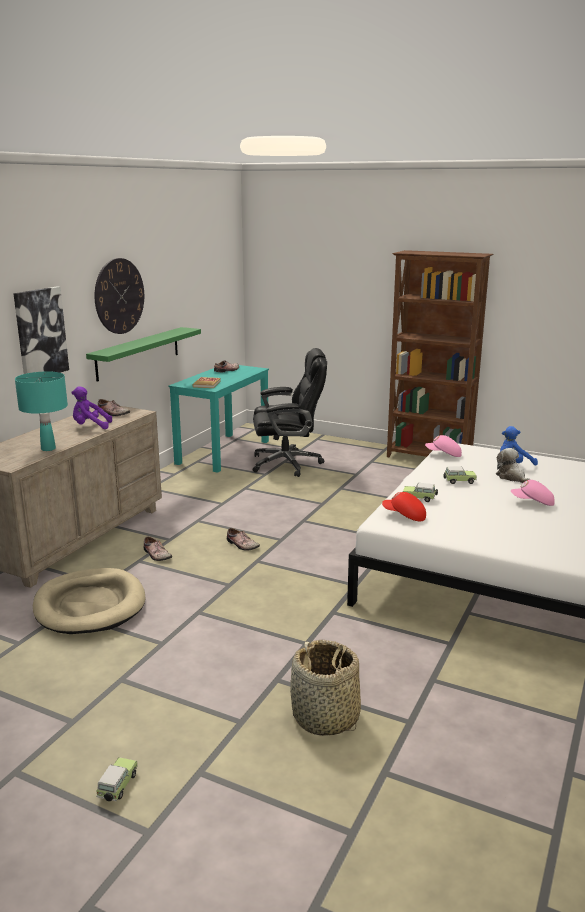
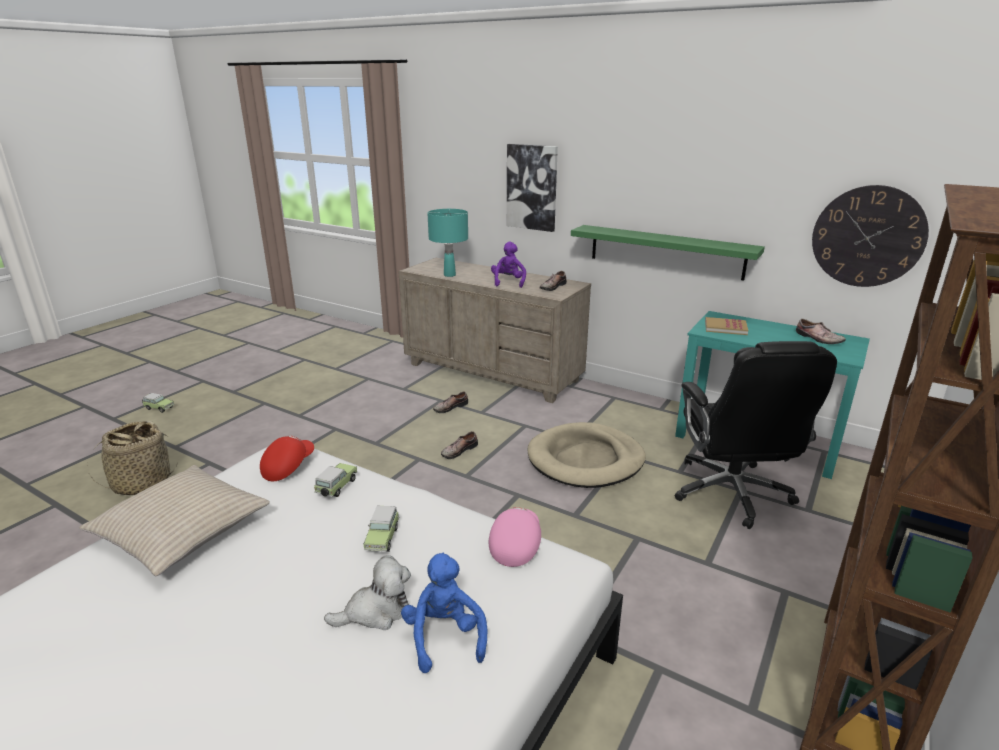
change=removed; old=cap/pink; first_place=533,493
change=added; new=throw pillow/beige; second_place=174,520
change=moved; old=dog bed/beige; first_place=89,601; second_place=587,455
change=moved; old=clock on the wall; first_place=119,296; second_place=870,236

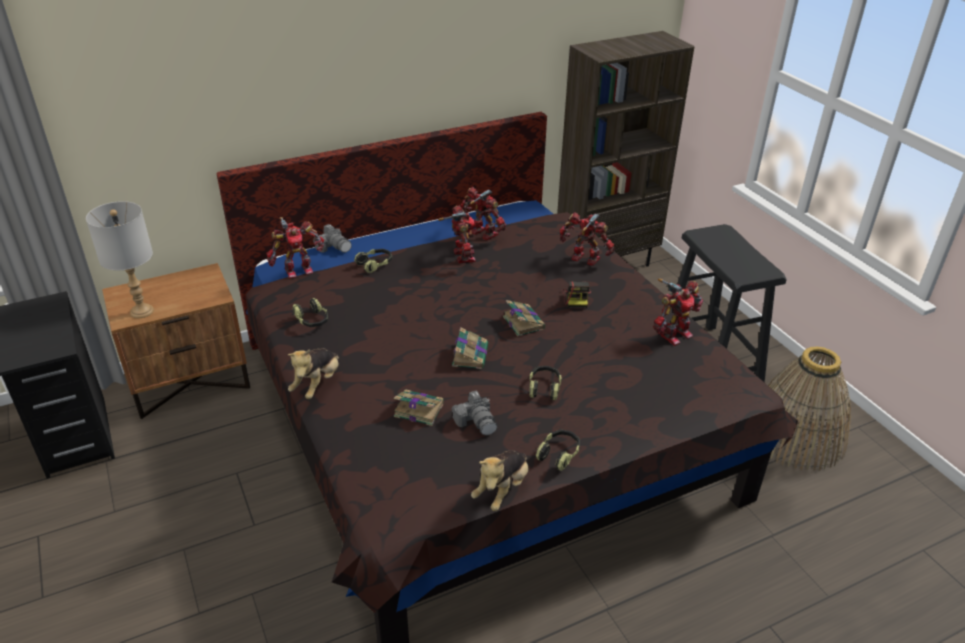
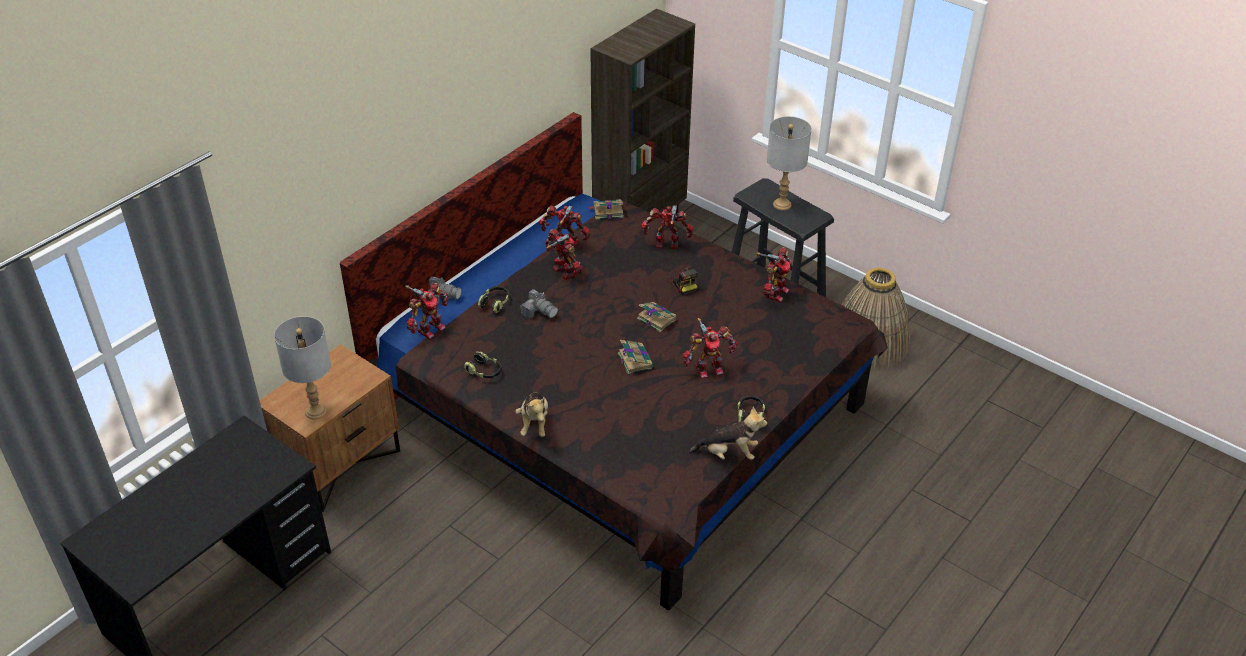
change=added; new=lamp for a table/greyish; second_place=789,163
change=moved; old=bound book; first_place=419,408; second_place=605,209
change=moved; old=photo camera; first_place=474,413; second_place=539,303
change=replaced; old=headphones; new=robot figure; first_place=545,383; second_place=710,348
change=turned; old=soft toy; first_place=500,480; second_place=727,433; degrees=-90

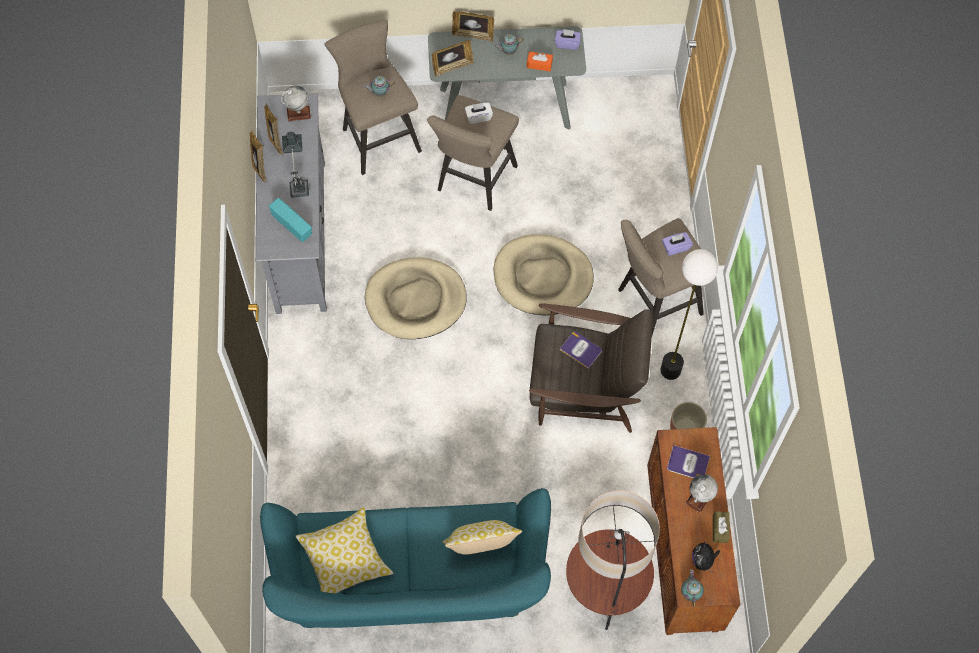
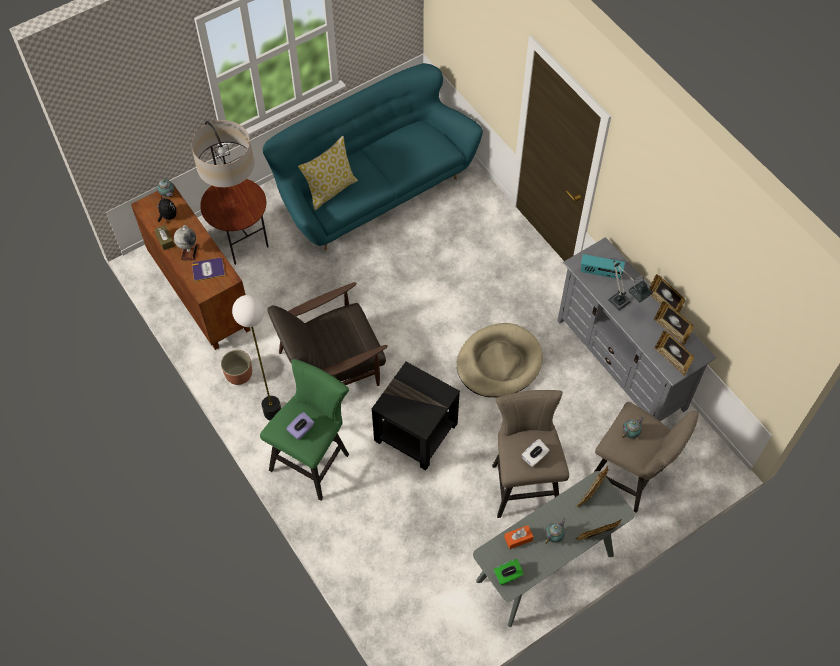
change=removed; old=throw pillow; first_place=344,550
change=removed; old=bound book; first_place=581,350
change=replaced; old=desk globe; new=picture frame; first_place=296,103; second_place=674,353
change=replaced; old=dog bed/beige; new=end table/black; first_place=544,274; second_place=415,416
change=recoloured; old=tissue box/purple-coloured; new=tissue box/green; first_place=568,39; second_place=508,572
change=recoloured; old=stool/beige; new=stool/green; first_place=661,276; second_place=304,430

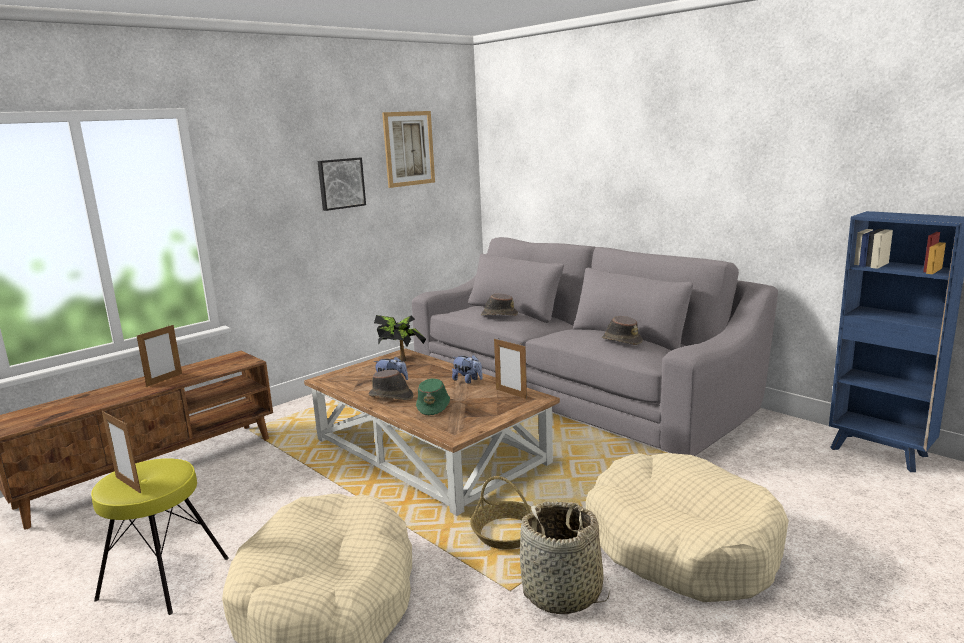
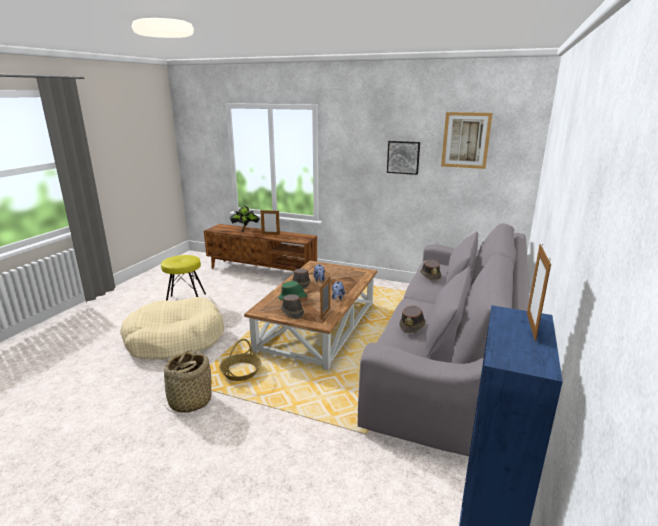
change=removed; old=dog bed/beige; first_place=687,527
change=added; new=hat/brown-coloured; second_place=292,306
change=moved; old=picture frame; first_place=121,451; second_place=539,293
change=moved; old=potted plant; first_place=400,338; second_place=245,219

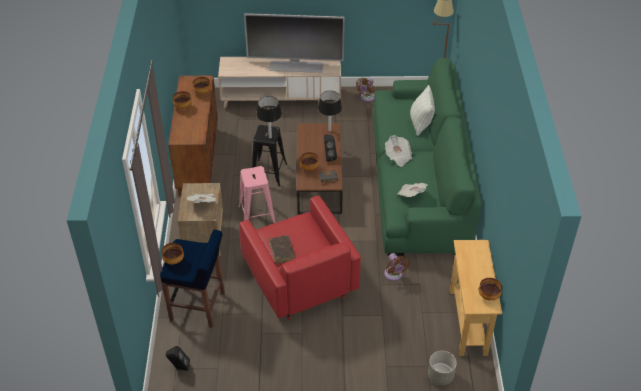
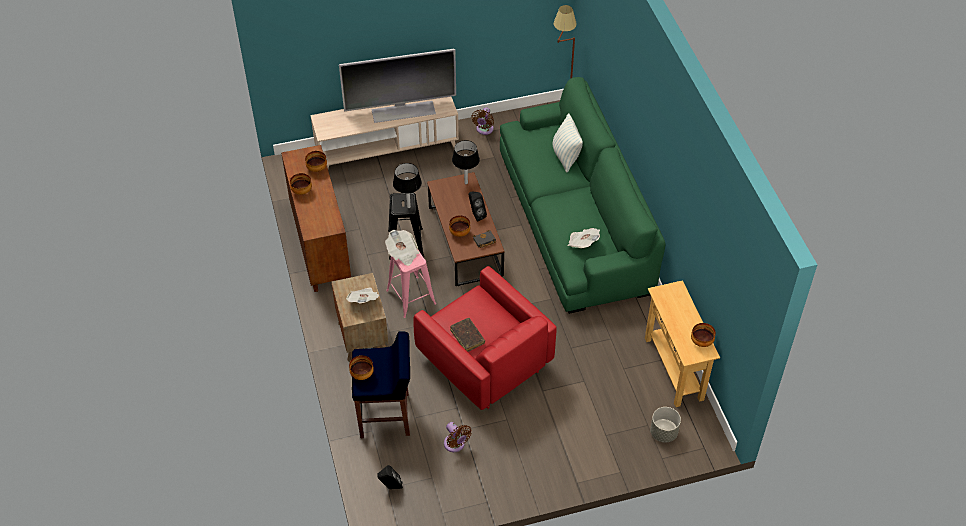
change=moved; old=cooling fan/brown-coloured; first_place=396,267; second_place=458,437
change=moved; old=printed paper; first_place=398,151; second_place=402,248

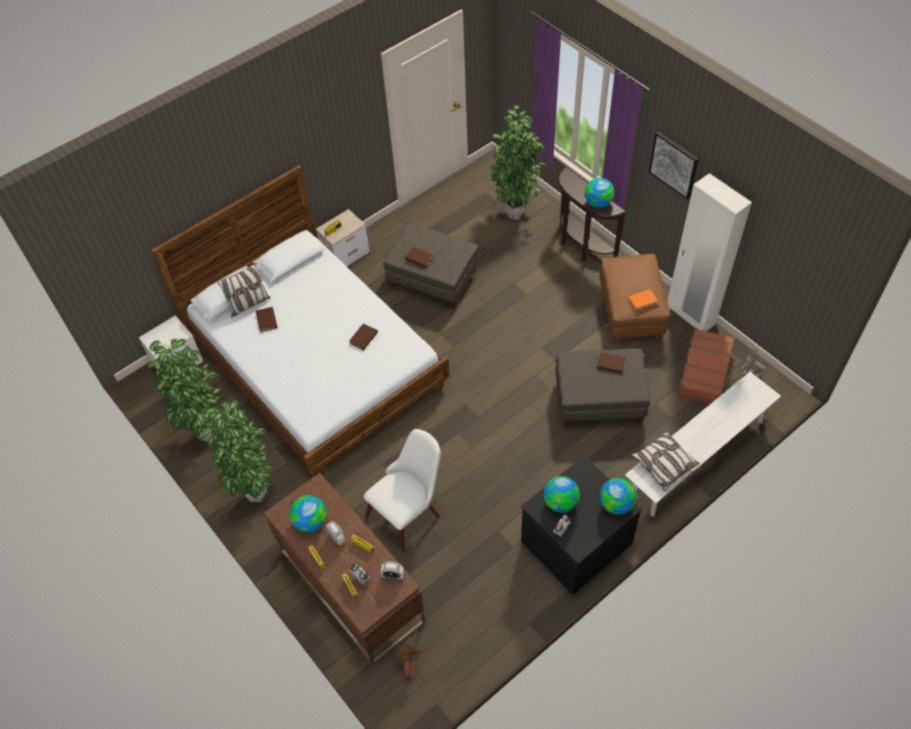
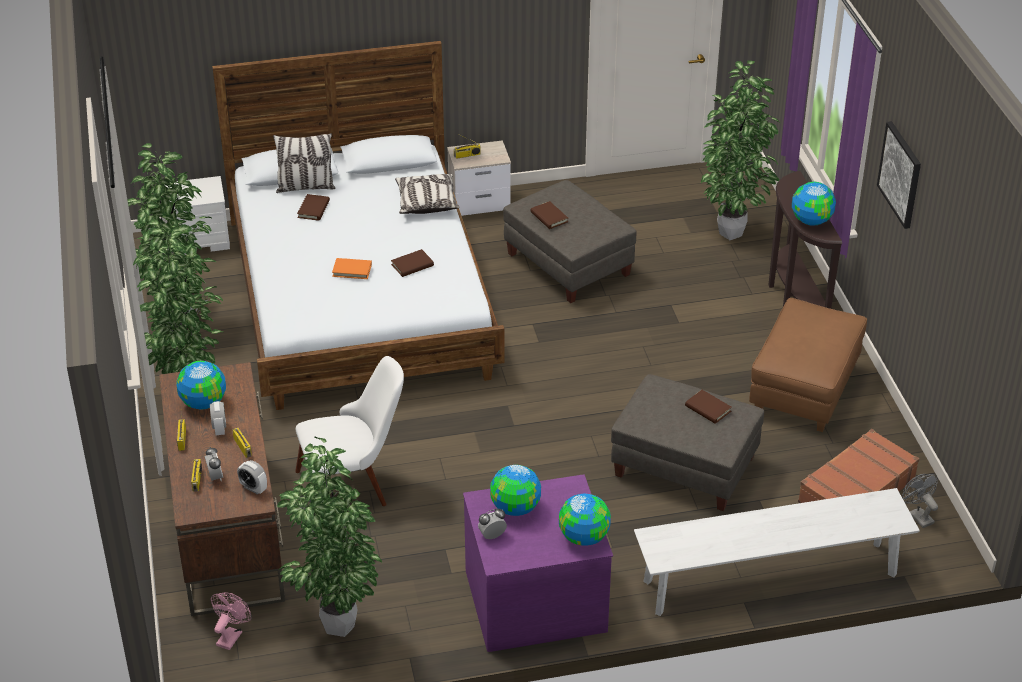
change=removed; old=wardrobe/whitish; first_place=709,252
change=added; new=potted plant; second_place=329,536
change=moved; old=bound book/orangey; first_place=642,300; second_place=352,268
change=moved; old=throw pillow; first_place=665,461; second_place=427,194
change=recoloured; old=cooling fan/brown-coloured; new=cooling fan/pink; first_place=406,662; second_place=231,621
change=recoloured; old=drawer chest/black; new=drawer chest/purple-coloured; first_place=581,525; second_place=538,563

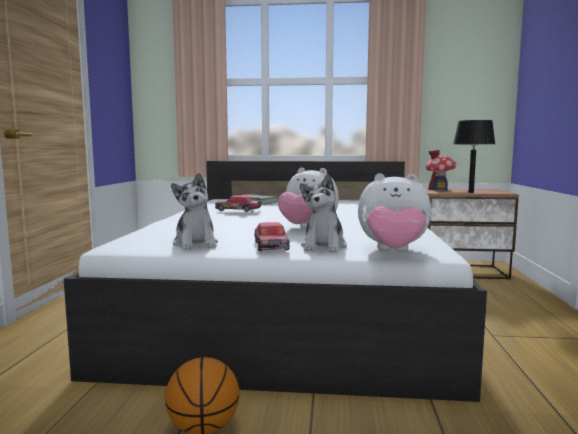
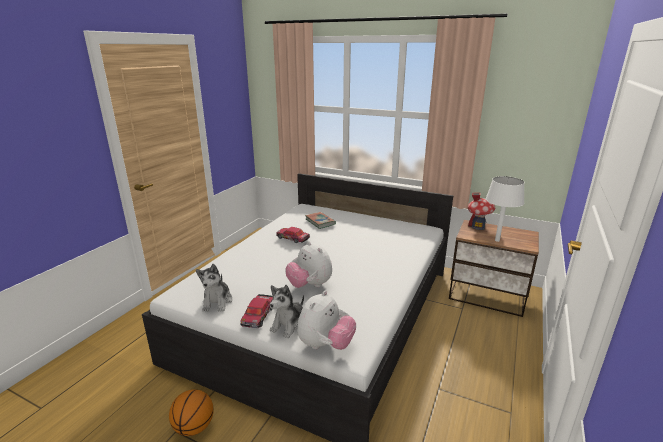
change=recoloured; old=lamp for a table/black; new=lamp for a table/whitish; first_place=474,156; second_place=505,209
change=turned; old=soft toy; first_place=394,211; second_place=326,320; degrees=-90

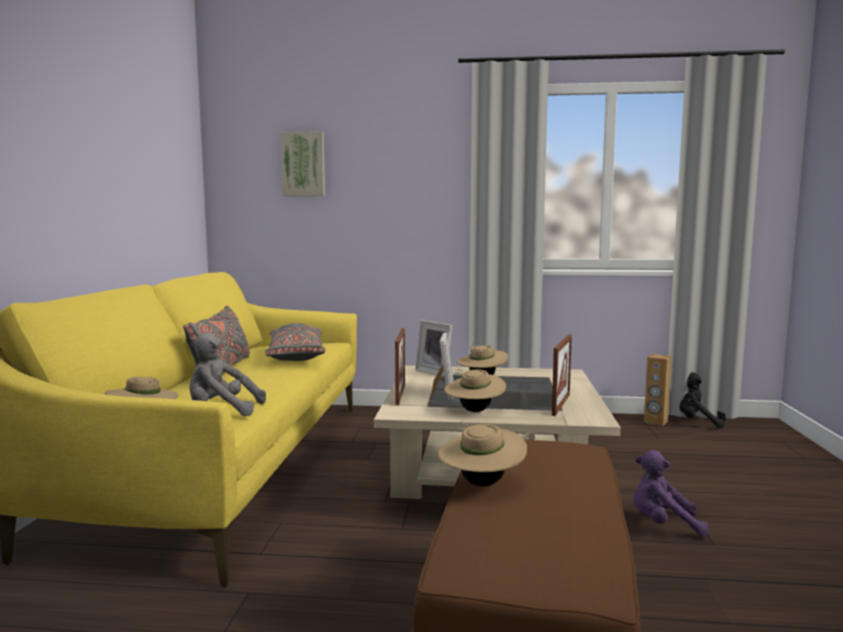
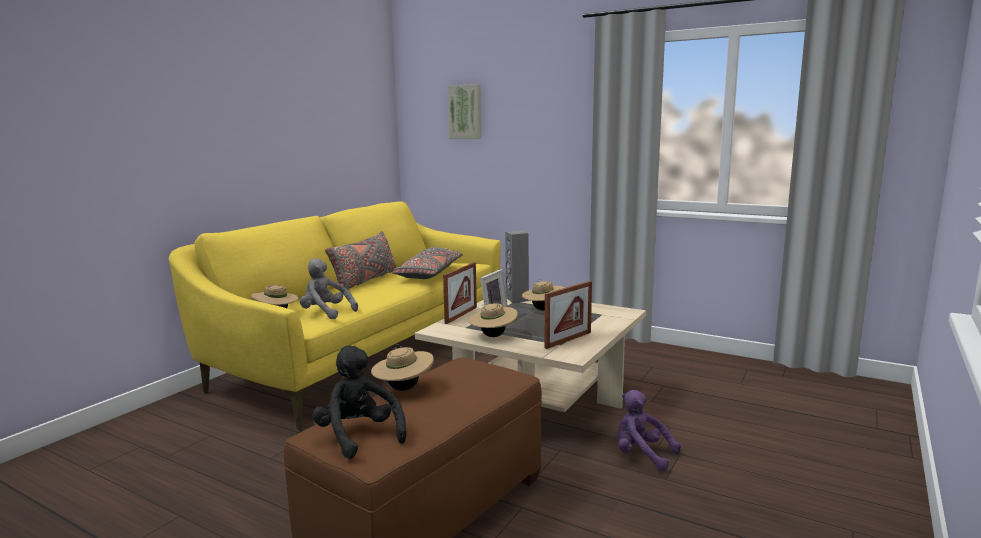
change=removed; old=audio speaker/brown-coloured; first_place=657,390
change=moved; old=soft toy/black; first_place=702,400; second_place=359,402
change=replaced; old=picture frame; new=audio speaker/greyish; first_place=433,348; second_place=517,266

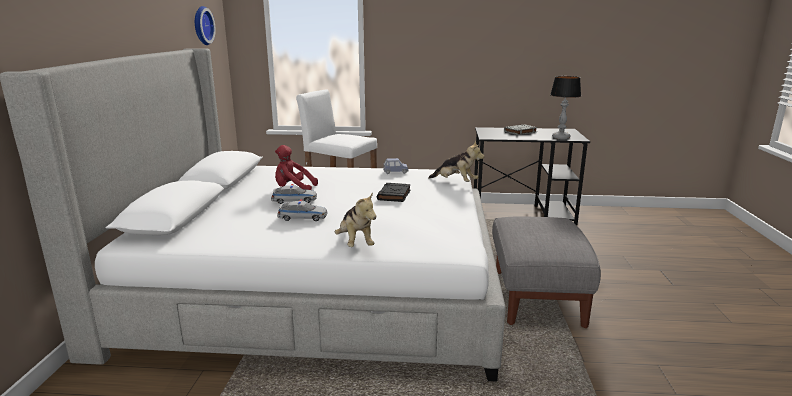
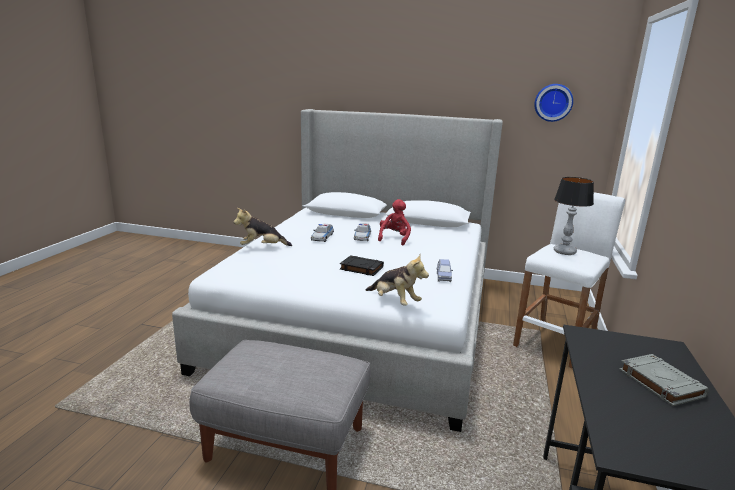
change=moved; old=lamp for a table; first_place=565,107; second_place=574,216
change=turned; old=soft toy; first_place=456,161; second_place=397,280; degrees=-90

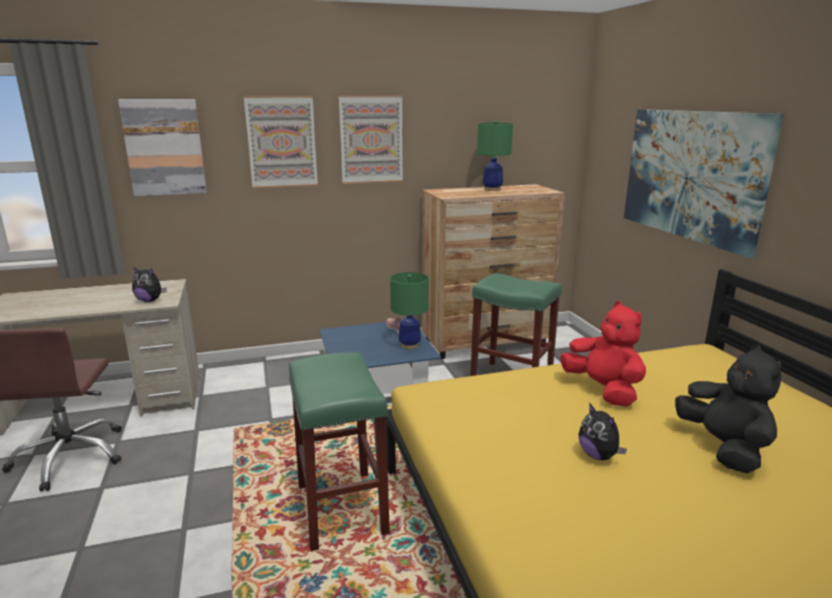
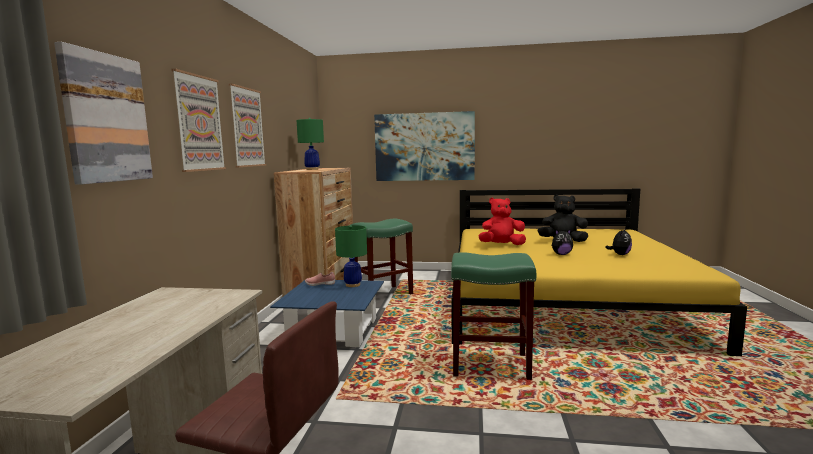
change=moved; old=soft toy; first_place=149,284; second_place=618,241

